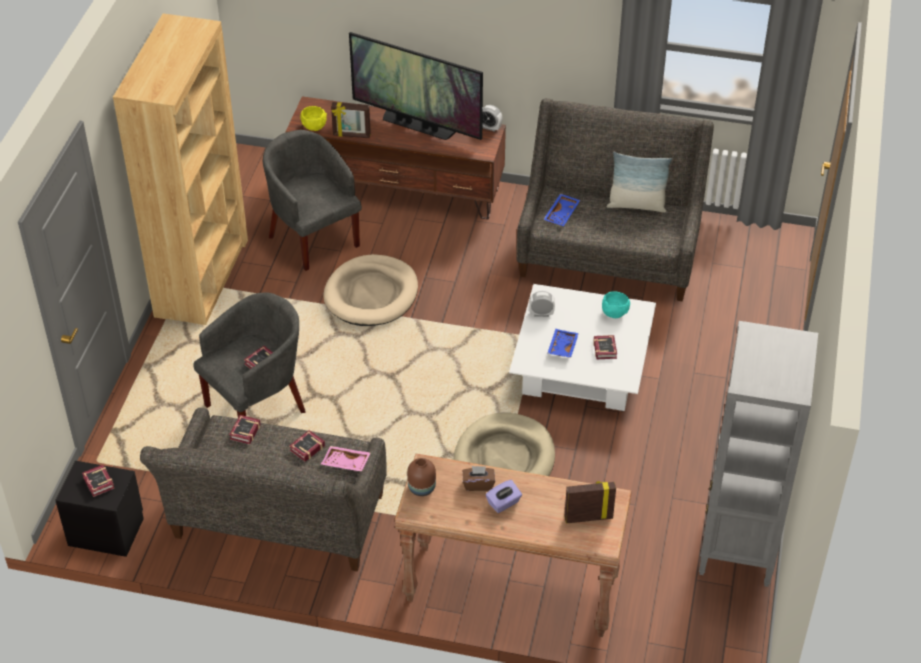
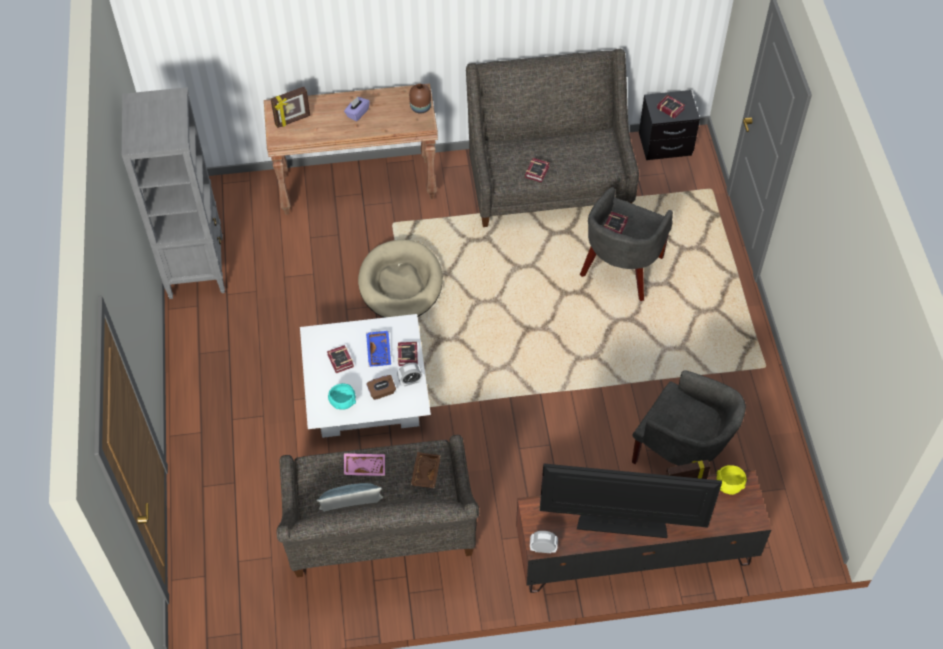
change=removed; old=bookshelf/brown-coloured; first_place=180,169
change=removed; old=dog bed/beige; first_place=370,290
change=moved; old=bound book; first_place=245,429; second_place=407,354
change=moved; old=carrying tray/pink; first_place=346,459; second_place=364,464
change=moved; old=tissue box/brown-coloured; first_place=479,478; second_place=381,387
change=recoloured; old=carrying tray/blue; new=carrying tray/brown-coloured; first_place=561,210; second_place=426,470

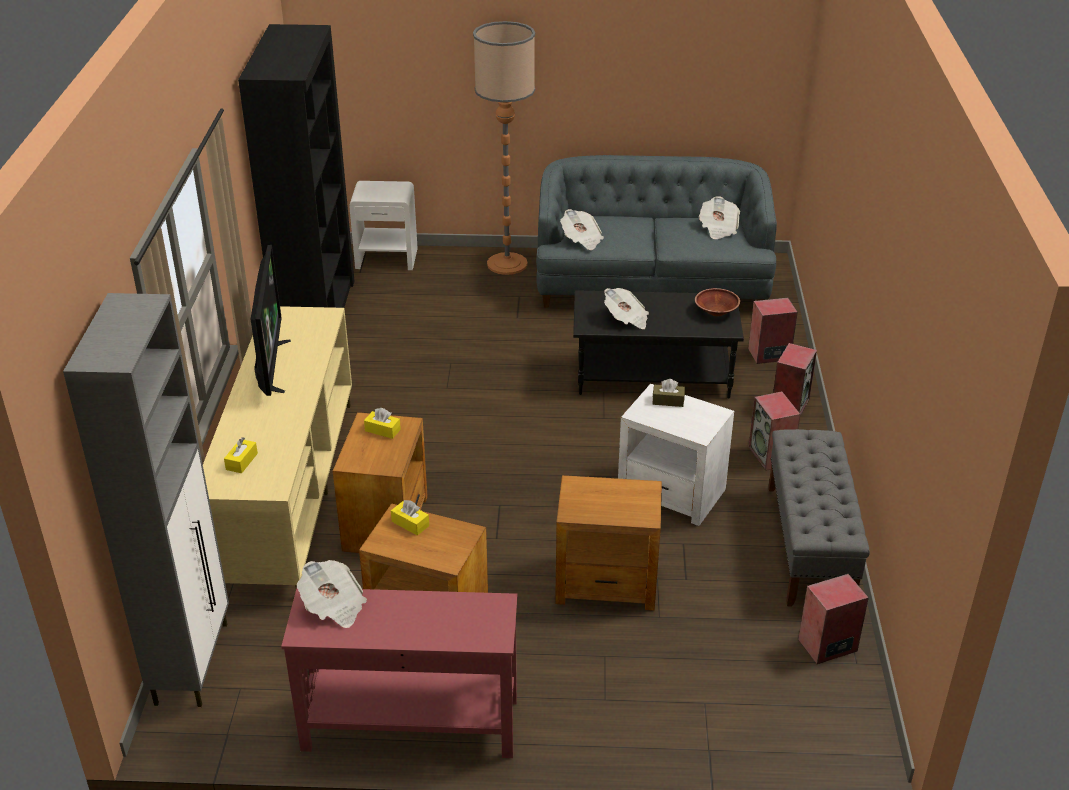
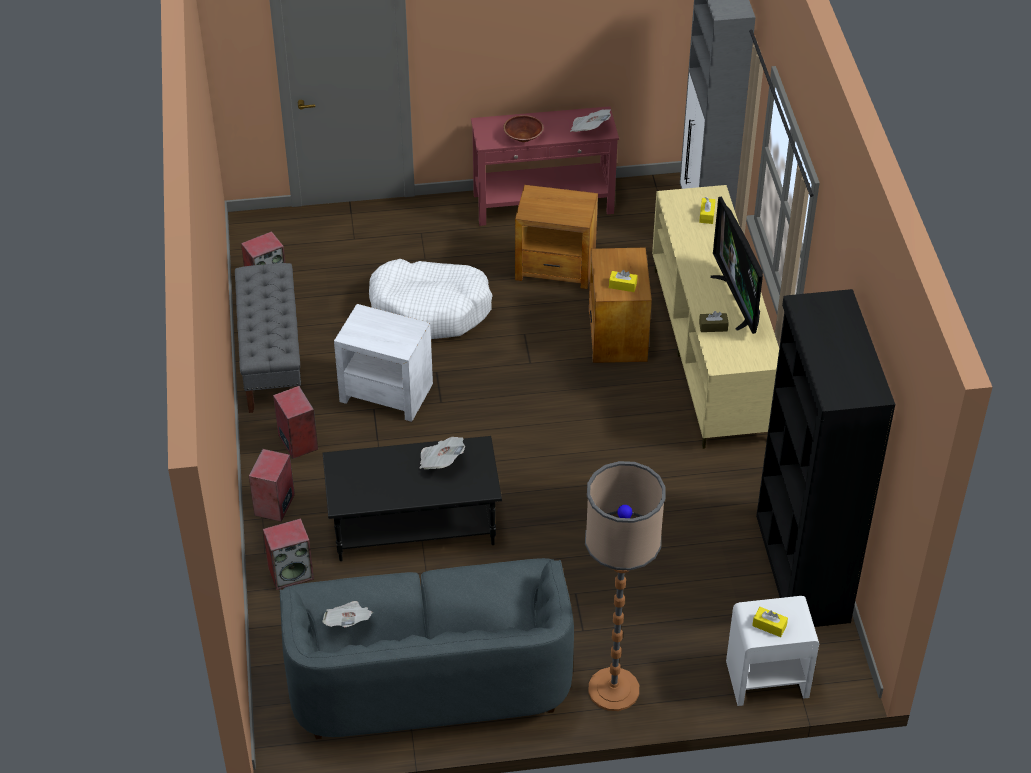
change=removed; old=printed paper; first_place=582,229
change=moved; old=tissue box/yellow; first_place=410,518; second_place=770,622
change=moved; old=tissue box/brown-coloured; first_place=668,393; second_place=714,321
change=moved; old=deep dish/brown-coloured; first_place=717,302; second_place=523,128
change=replaced; old=end table/brown-coloured; new=dog bed/whitish; first_place=608,543; second_place=431,299

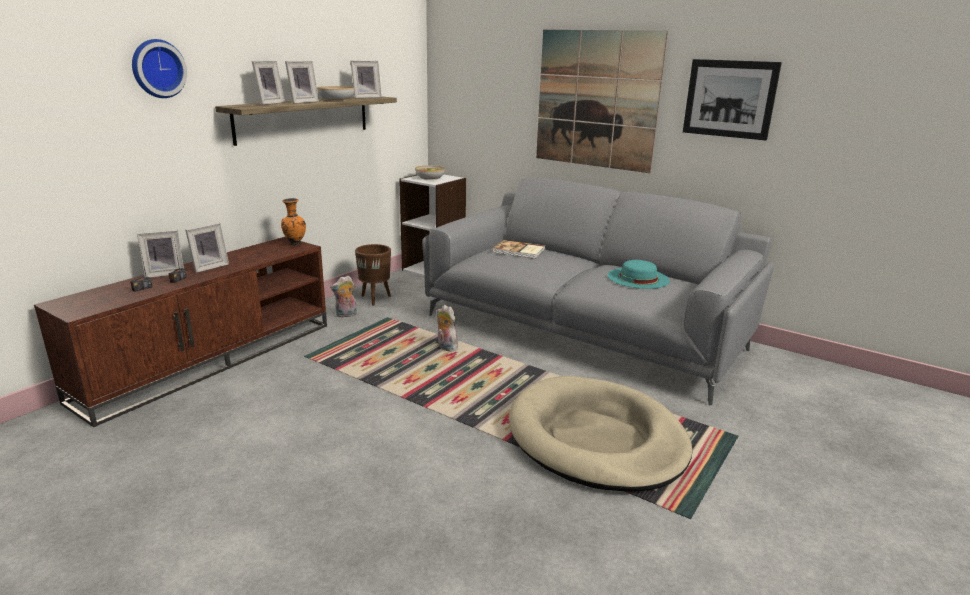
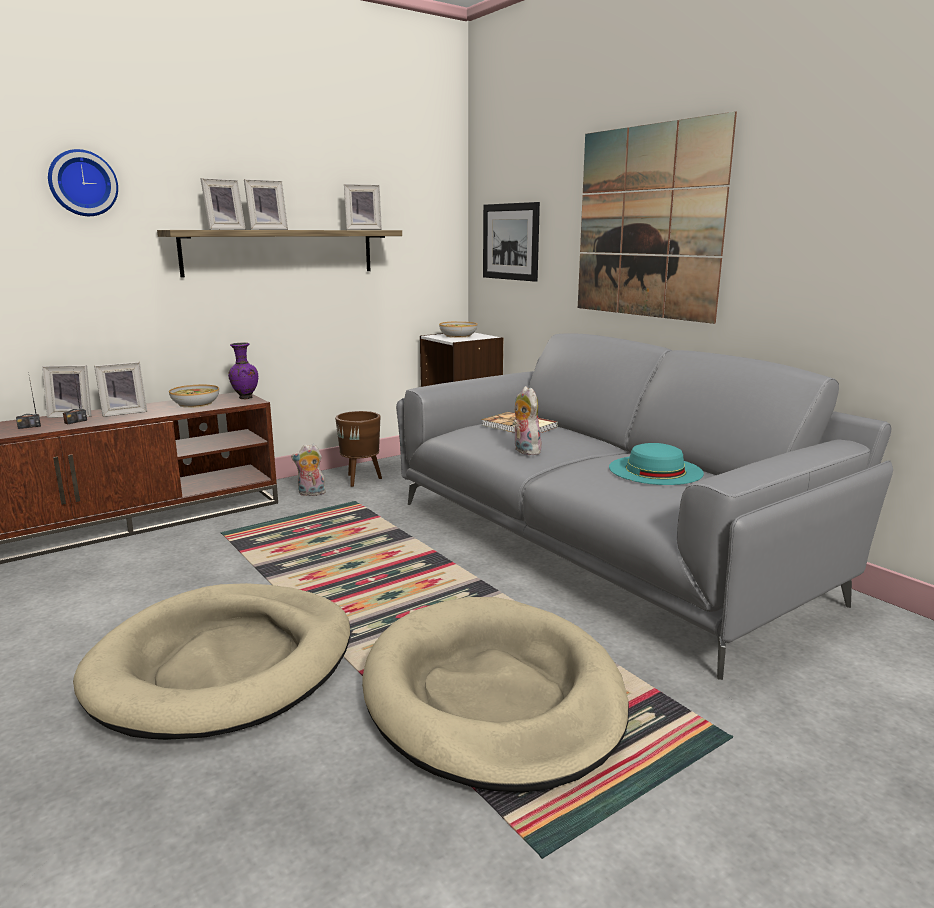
change=added; new=dog bed/beige; second_place=211,661
change=moved; old=deep dish; first_place=336,93; second_place=194,396
change=moved; old=soft toy; first_place=447,328; second_place=528,420
change=moved; old=wall art; first_place=732,99; second_place=511,242
change=recoloured; old=flower vase/orangey; new=flower vase/purple-coloured; first_place=293,221; second_place=243,370

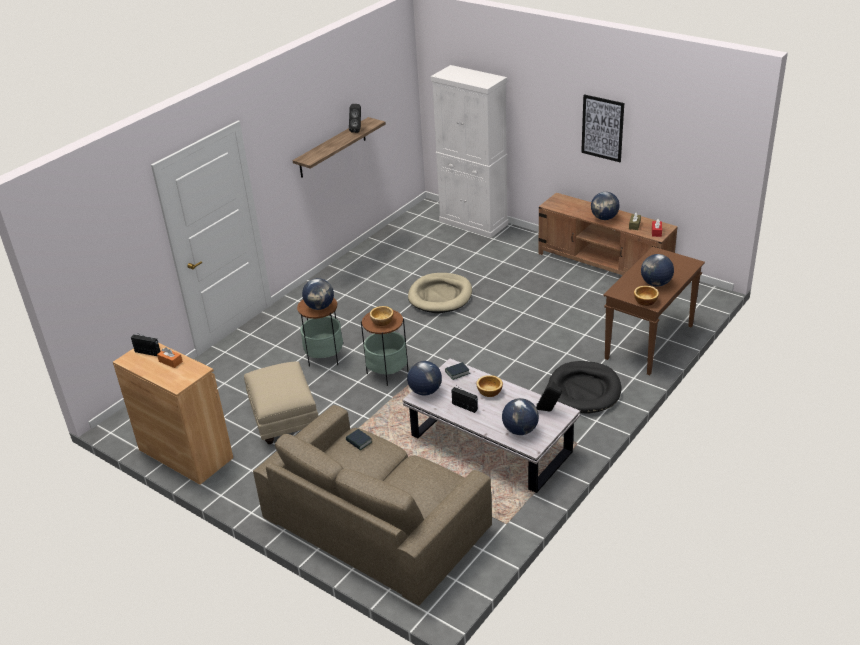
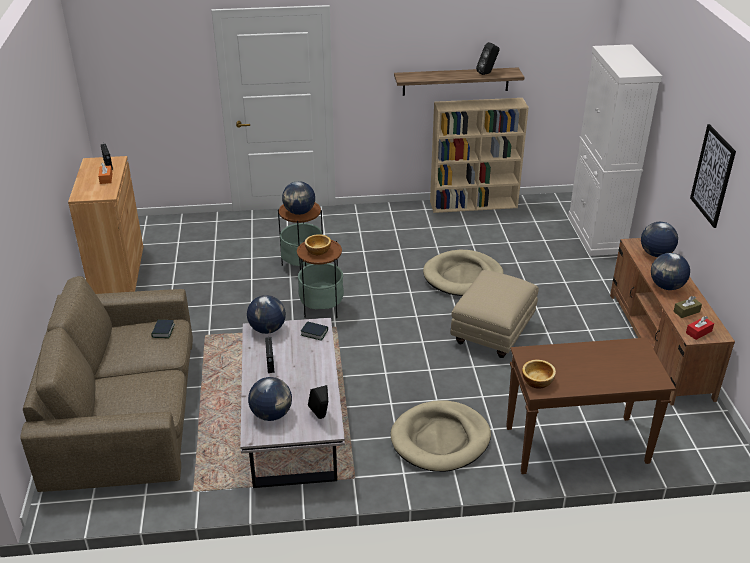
change=removed; old=deep dish; first_place=489,386
change=added; new=bookshelf/beige; second_place=479,155
change=moved; old=ottoman/beige; first_place=281,402; second_place=494,314
change=moved; old=desk globe; first_place=657,270; second_place=659,239
change=recoloured; old=dog bed/black; new=dog bed/beige; first_place=585,387; second_place=440,436

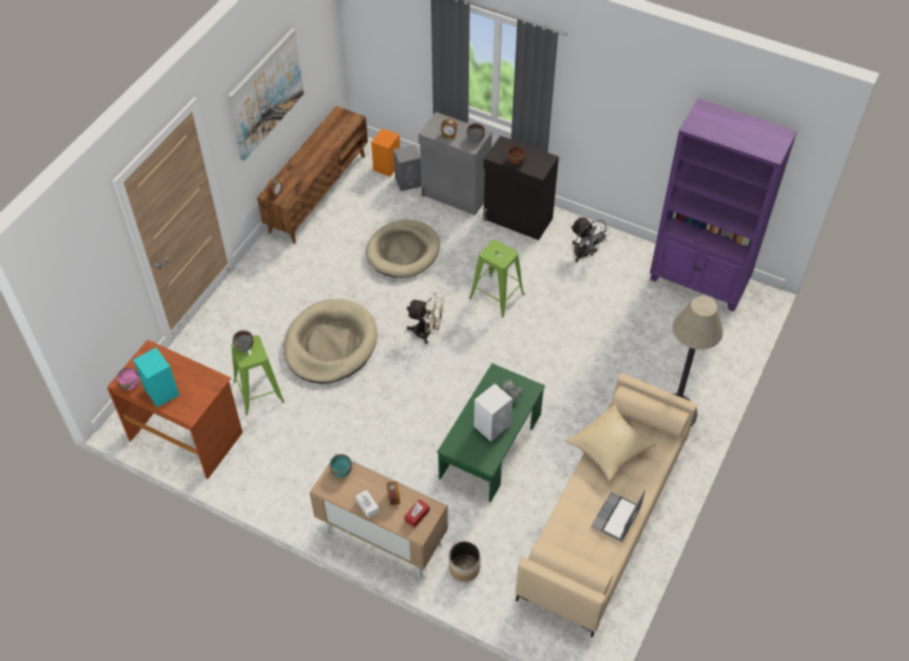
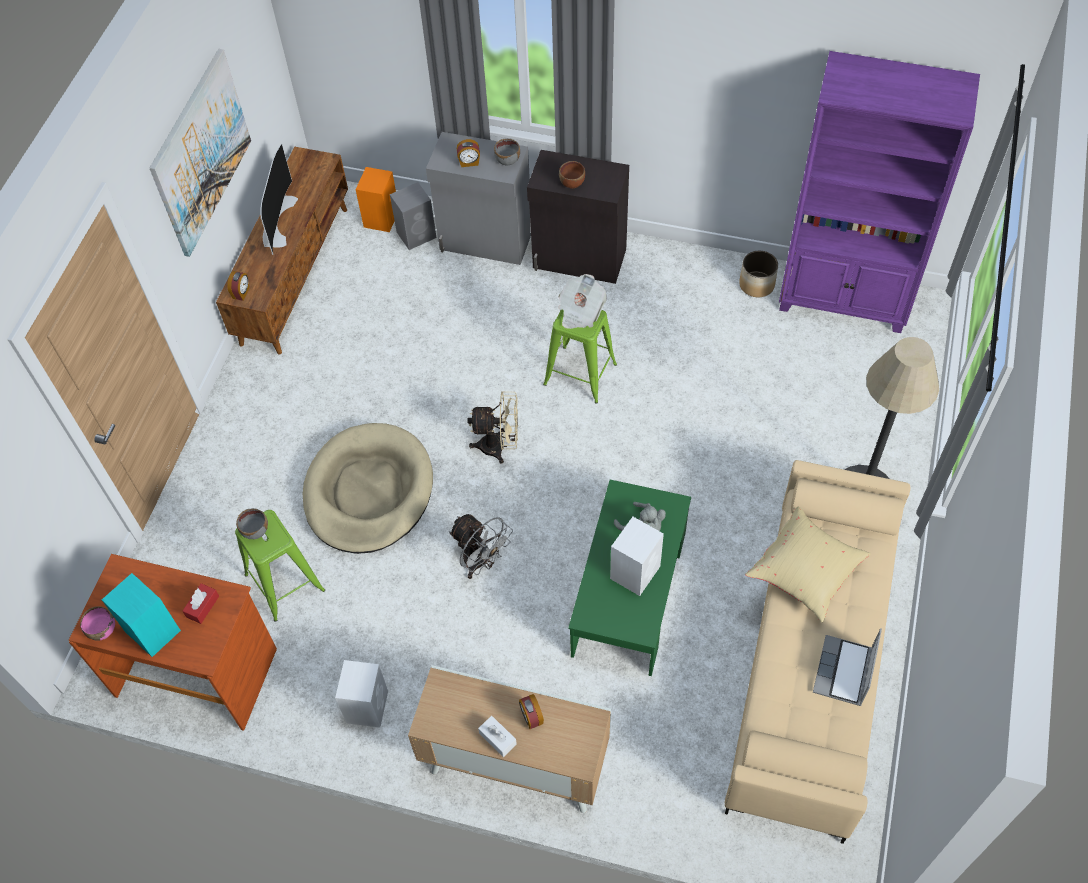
change=removed; old=deep dish/blue-green; first_place=340,466
change=removed; old=dog bed/beige; first_place=403,249
change=added; new=TV; second_place=279,199
change=added; new=audio speaker/whitish; second_place=361,693
change=added; new=printed paper; second_place=583,301
change=moved; old=tissue box/reddish; first_place=417,513; second_place=201,603
change=moved; old=plant pot; first_place=464,561; second_place=758,274
change=moved; old=cooling fan/greyish; first_place=591,239; second_place=481,546

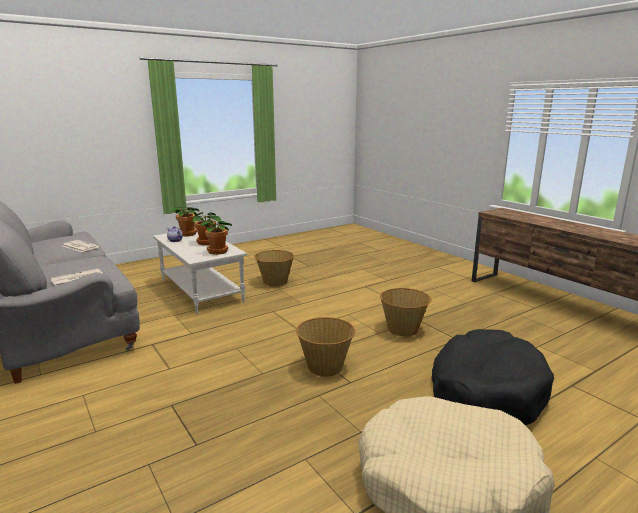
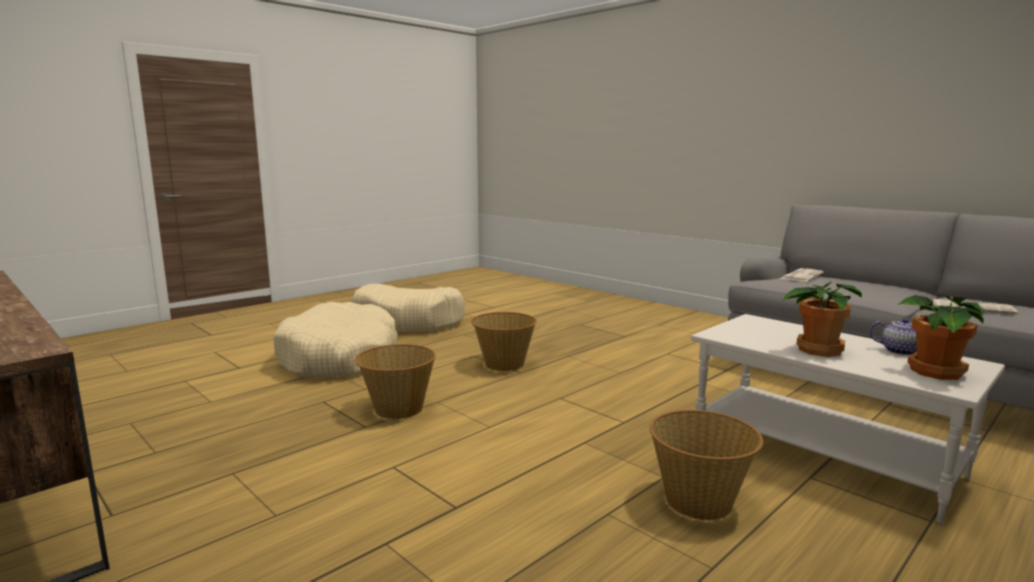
change=removed; old=potted plant; first_place=216,237
change=recoloured; old=dog bed/black; new=dog bed/beige; first_place=493,377; second_place=336,339

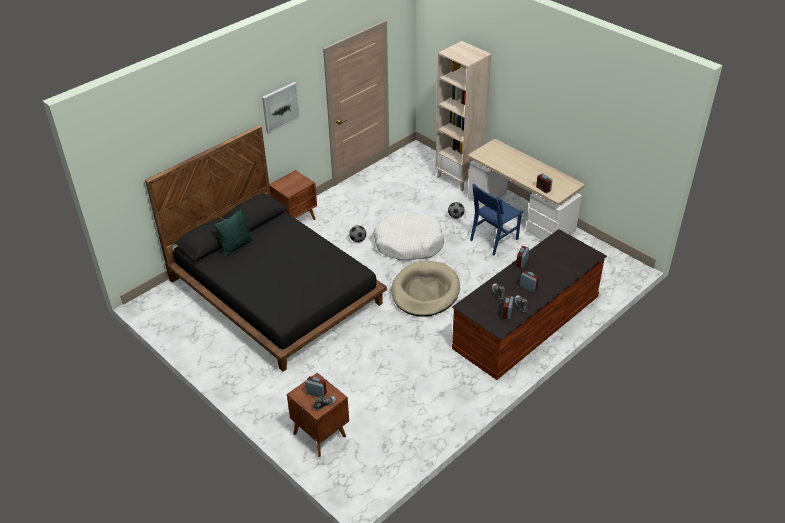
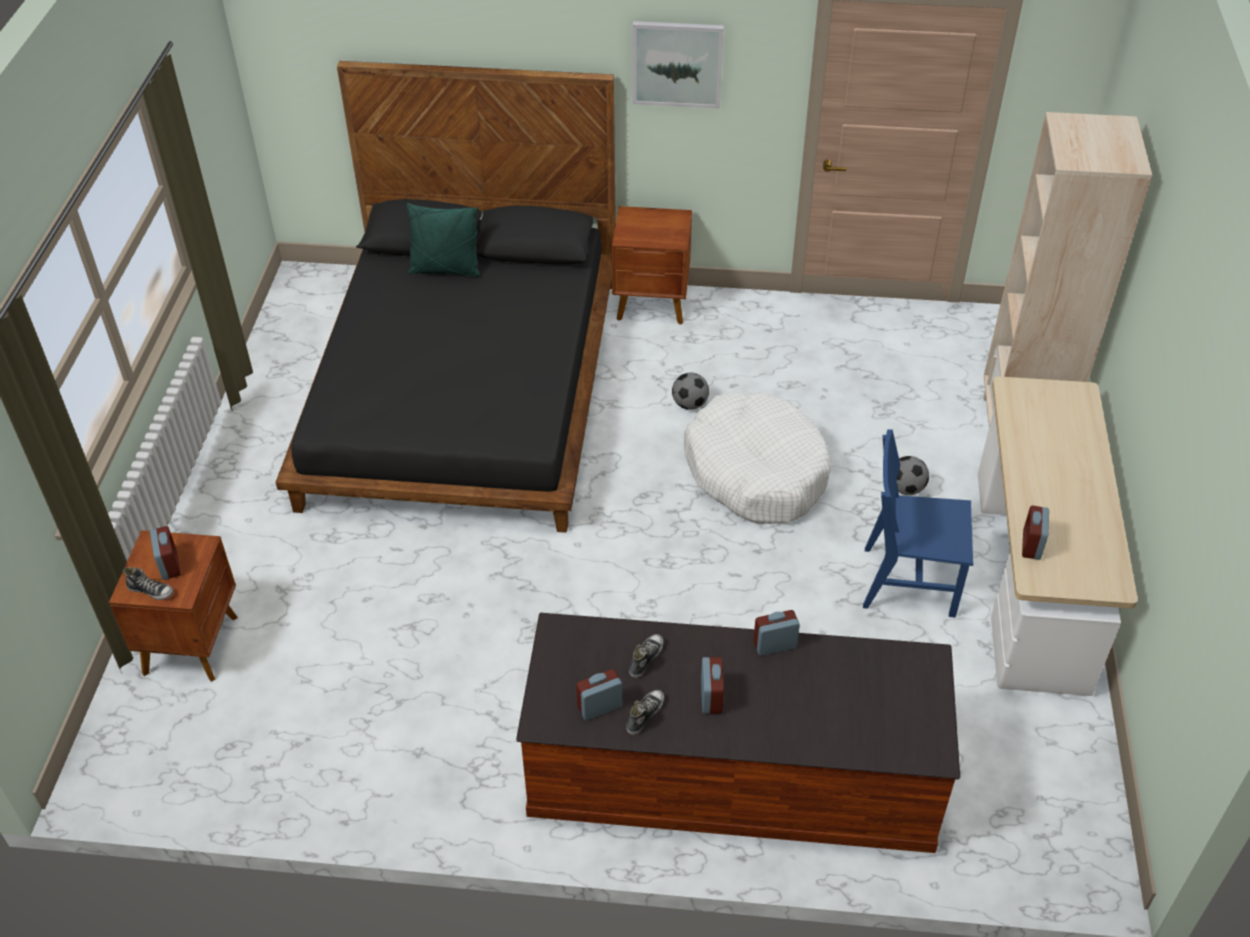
change=removed; old=dog bed/beige; first_place=426,289

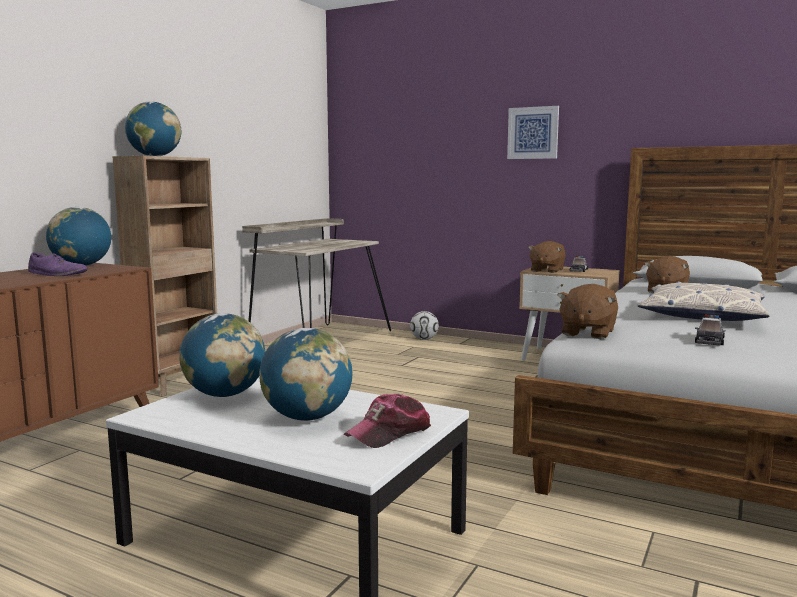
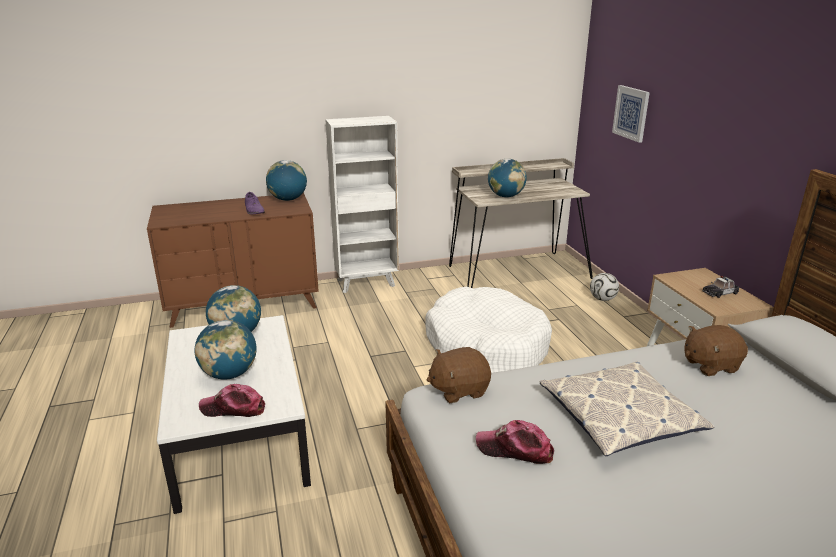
change=removed; old=soft toy/brown-coloured; first_place=547,257
change=added; new=dog bed/whitish; second_place=488,329
change=moved; old=desk globe; first_place=153,129; second_place=507,178
change=moved; old=wall art; first_place=533,132; second_place=631,114
change=replaced; old=toy car; new=cap; first_place=710,330; second_place=515,442
change=recoloured; old=bookshelf/brown-coloured; new=bookshelf/whitish; first_place=165,276; second_place=362,204

